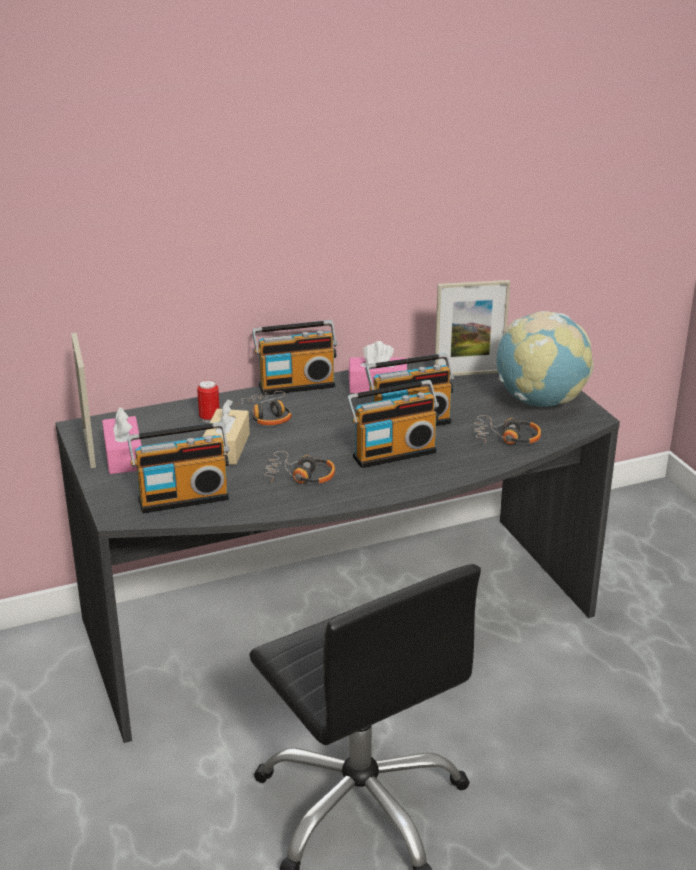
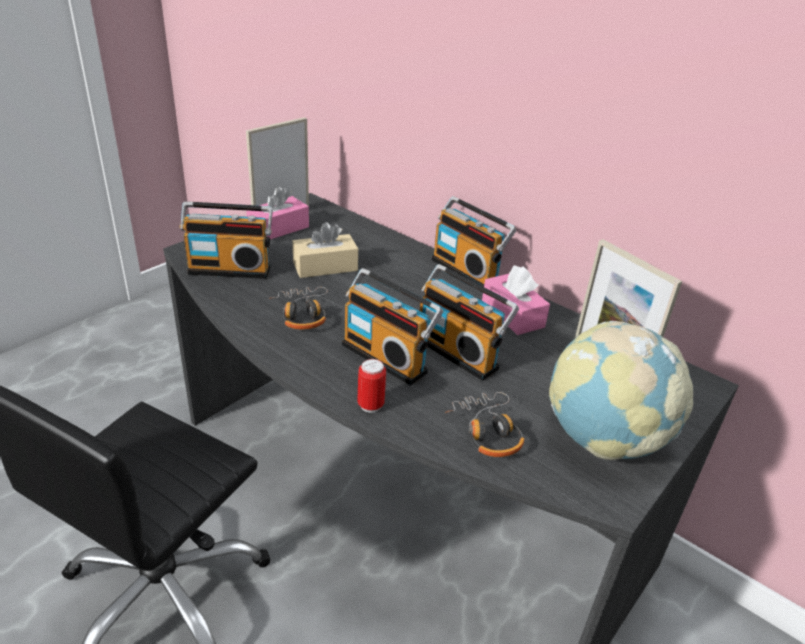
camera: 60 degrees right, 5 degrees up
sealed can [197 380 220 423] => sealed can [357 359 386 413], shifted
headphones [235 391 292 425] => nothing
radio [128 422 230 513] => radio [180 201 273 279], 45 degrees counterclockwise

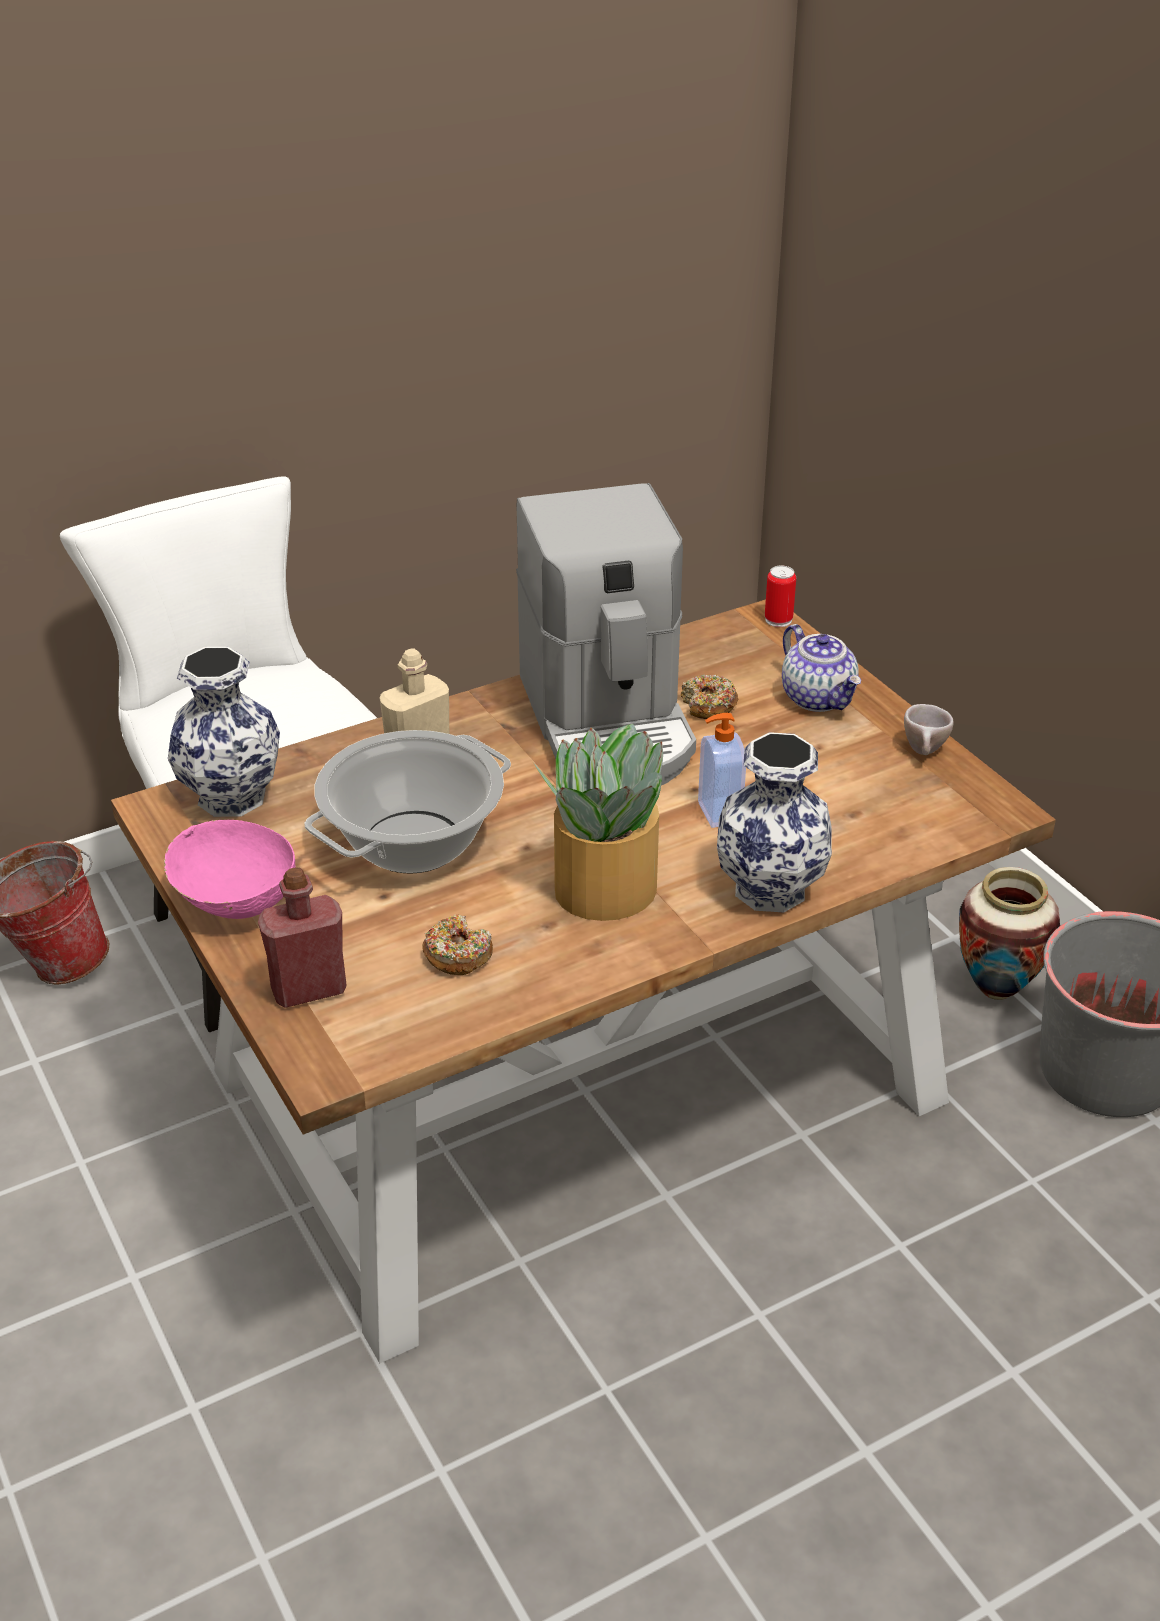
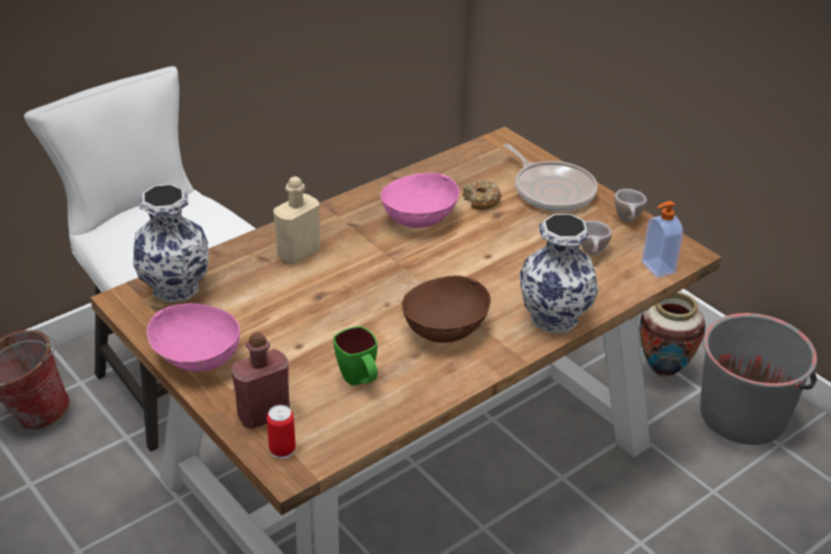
camera: 10 degrees left, 0 degrees up
coffee brewer [516 483 696 785] => pinkish bowl [380 172 460 228]
sealed can [765 566 796 627] => sealed can [267 405 296 459], shifted
teapot [782 624 861 712] => skillet [503 144 598 211]
soap dispenser [698 713 746 828] => soap dispenser [642 201 683 278], shifted
houseplant [533 724 663 921] => brownish bowl [401 275 491 343]
stockpot [304 730 511 874] => nothing
doughnut [422 915 493 975] => green coffee mug [333 326 378 386]
nothing => beige drinking cup [581 220 612 256]

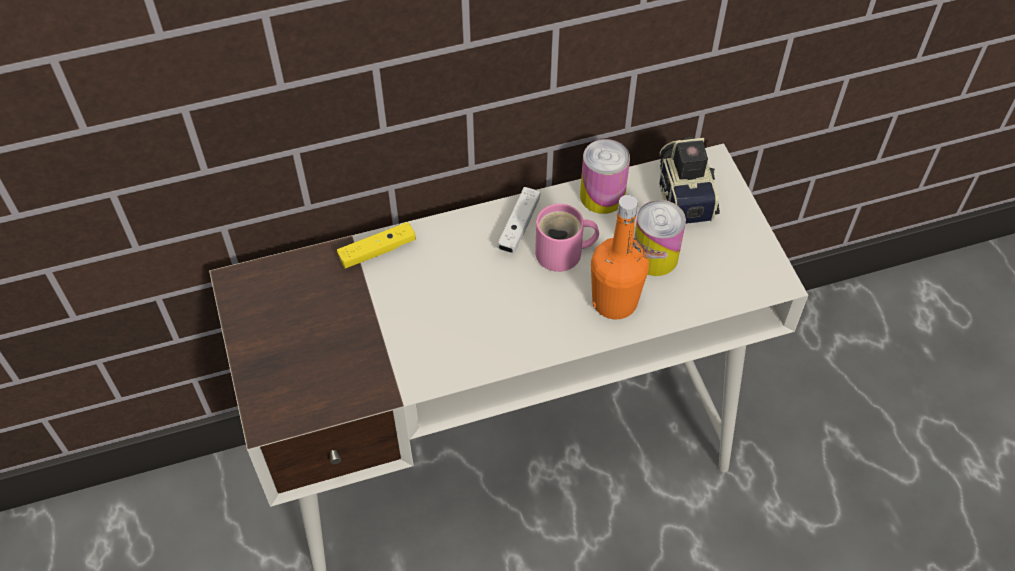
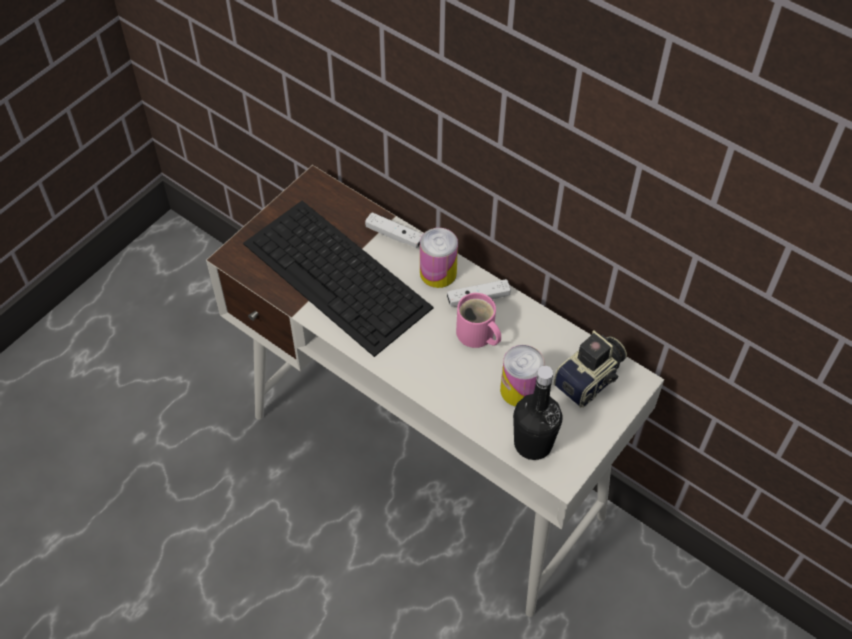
camera: 55 degrees right, 0 degrees up
sealed can [580 139 630 214] => sealed can [420 228 458 288], shifted
orange bottle [591 195 649 319] => nothing
yellow-coloured gamepad [337 222 416 268] => whitish gamepad [365 212 423 248]
nothing => PC keyboard [243 201 433 357]
nothing => black bottle [513 366 563 460]

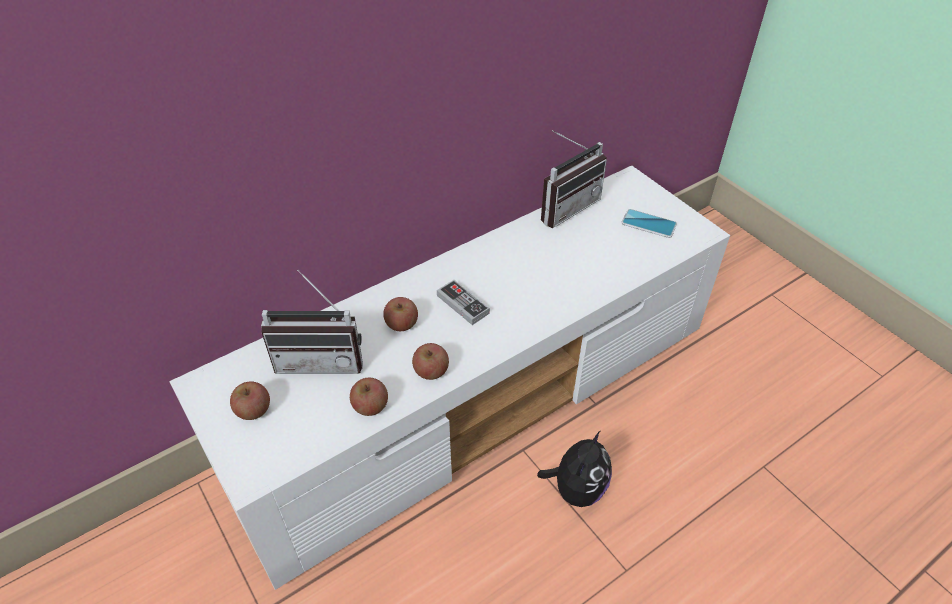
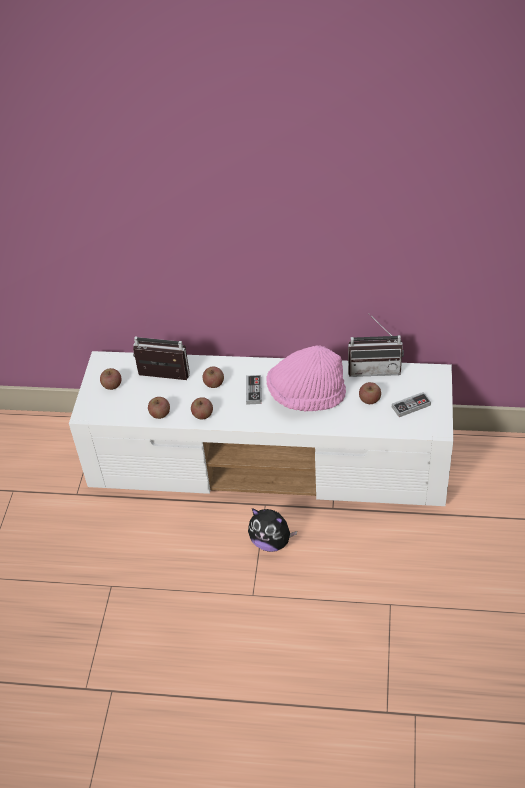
camera: 45 degrees right, 0 degrees up
handset [621 209 677 238] => gamepad [392 392 431 417]
radio [261 270 363 374] => radio [133 337 189 380], 150 degrees clockwise
plush toy [537 431 612 507] => plush toy [248 508 297 552], 45 degrees clockwise
nothing => pinkish wearable hat [266 345 346 411]
nothing => apple [359 382 381 404]

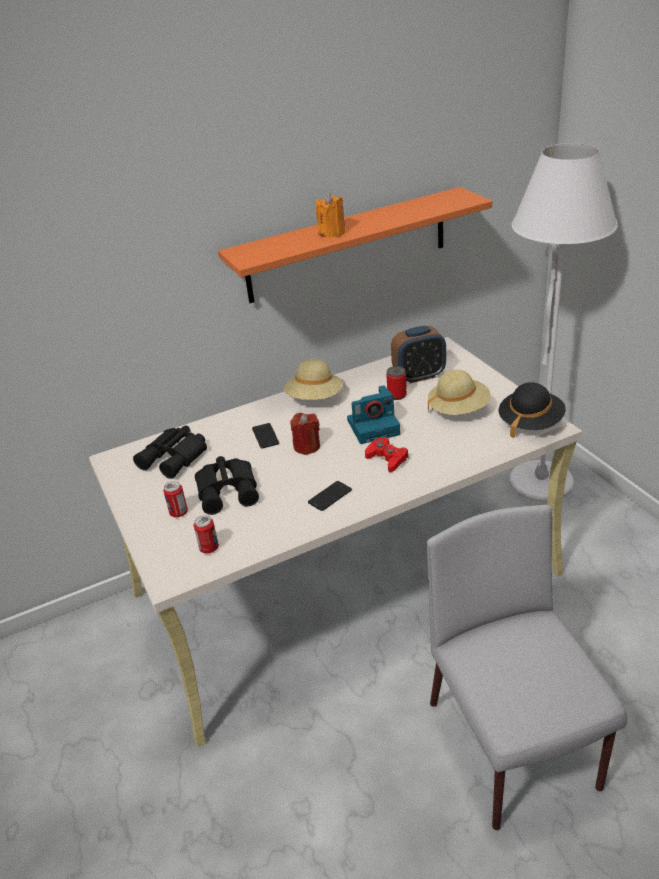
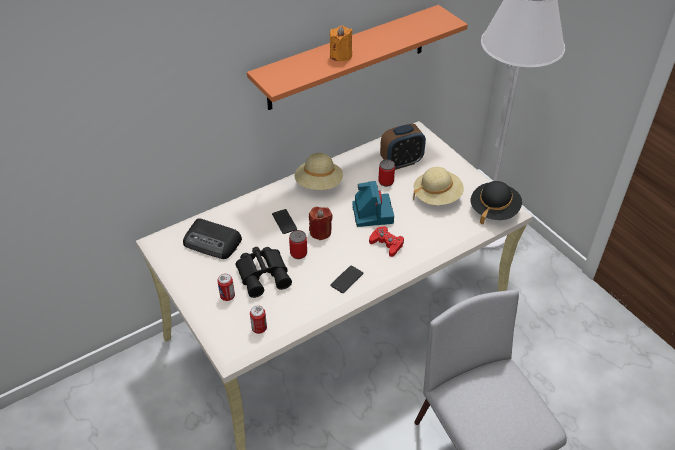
camera: 10 degrees left, 10 degrees up
still camera [347 385 400 444] => still camera [352 181 394 227], 75 degrees counterclockwise
black binoculars [133 425 207 479] => radio [183 219 242 259]
nothing => sealed can [289 230 307 259]

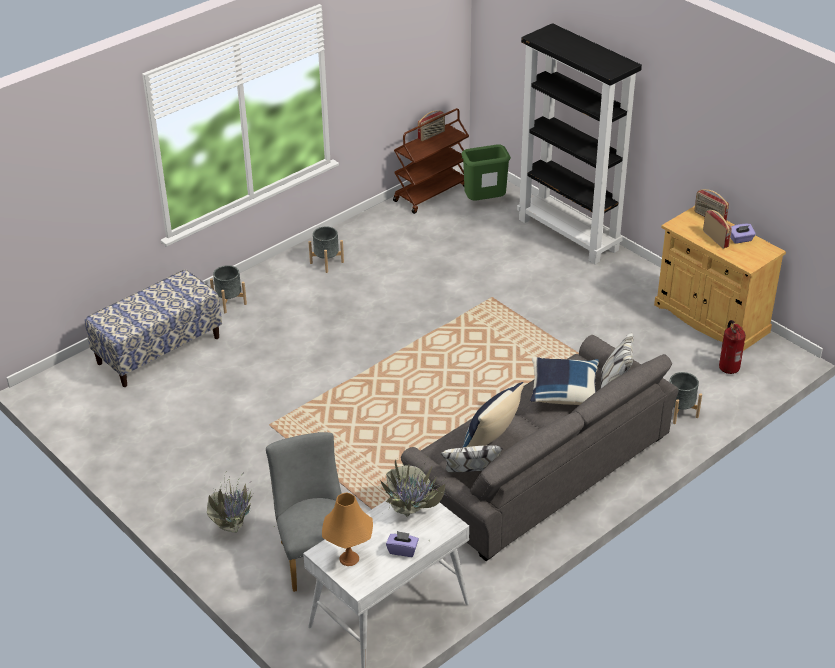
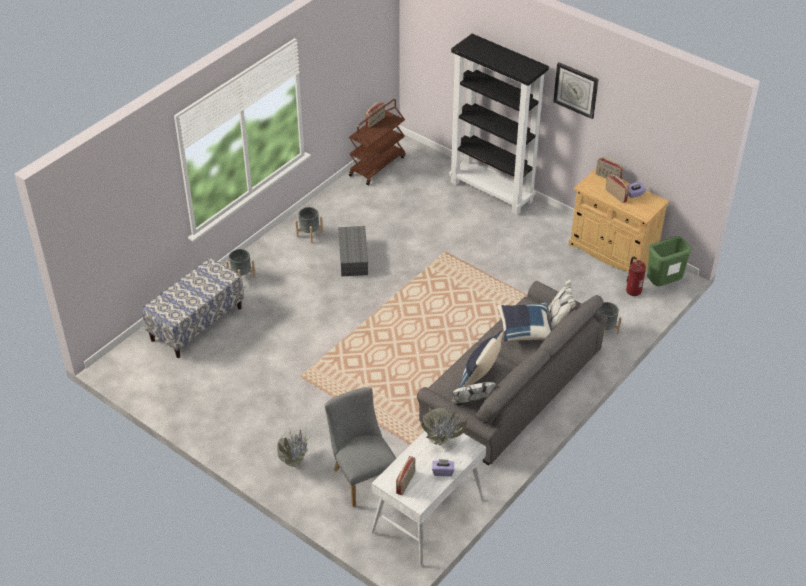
camera: 10 degrees left, 5 degrees up
green rubbish bin [462 144 511 201] => green rubbish bin [647 236 692 286], shifted
orange lamp for a table [322 492 373 566] => radio [396 456 415 495]
nothing => hanging clock [553 62 599 119]
nothing => gray storage box [338 226 368 277]

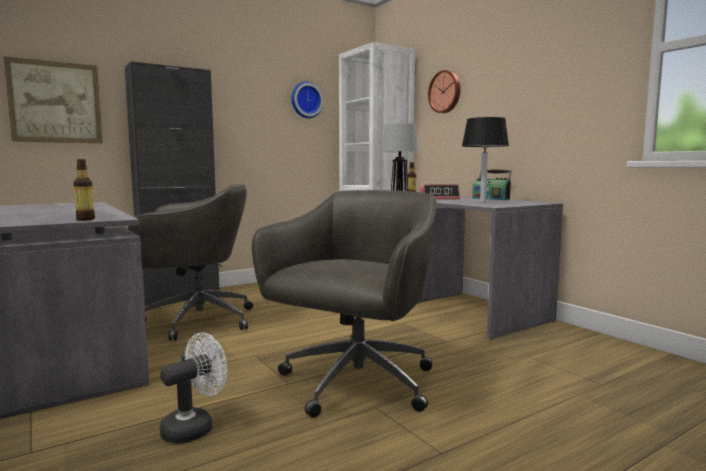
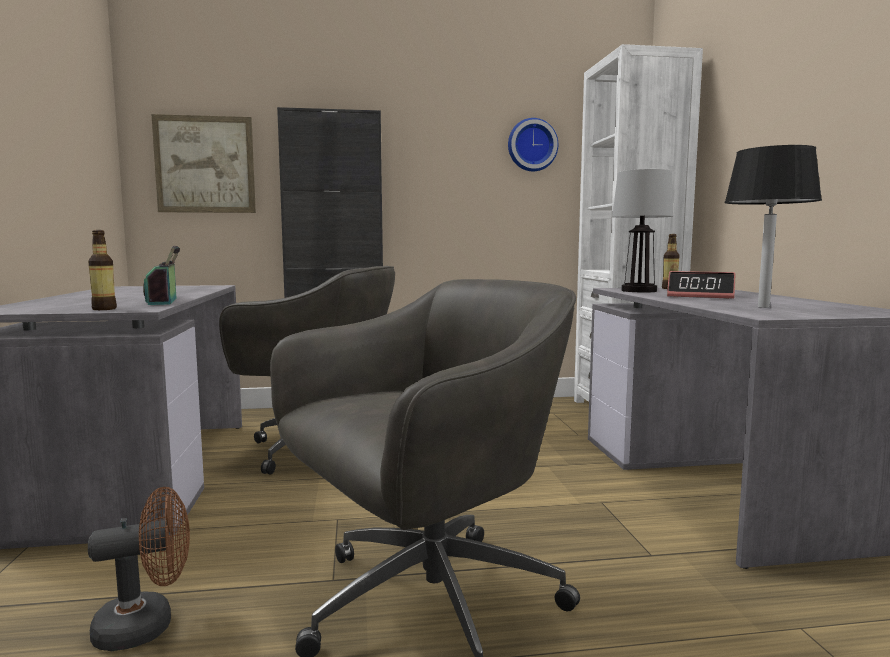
camera: 25 degrees right, 0 degrees up
hanging clock [428 70 461 113] => nothing
radio [473 169 512 200] => radio [143 246 180 305], shifted
whitish electric fan [160 333 227 444] => brownish electric fan [88 487 190 651]

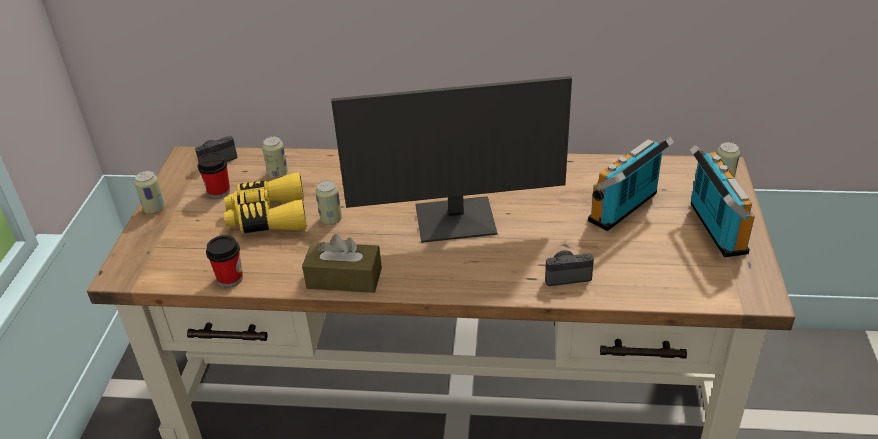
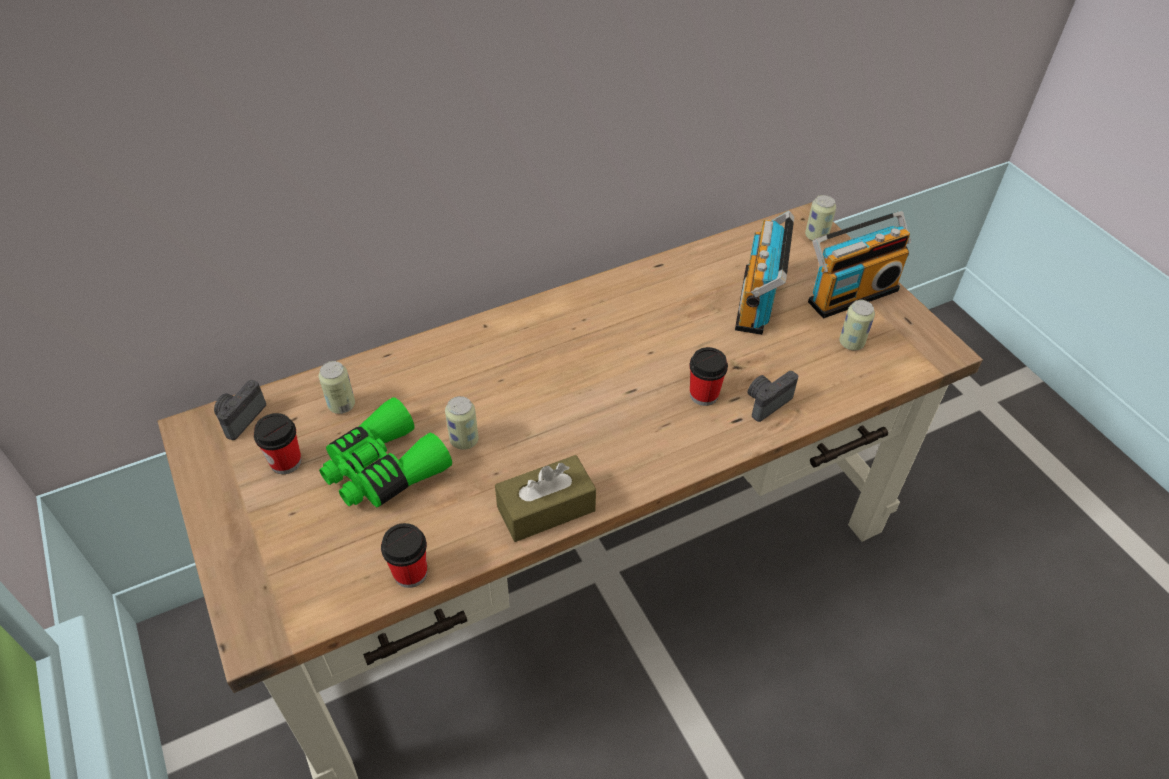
camera: 35 degrees left, 10 degrees up
computer screen [331 76 572 243] => nothing
radio [690 145 755 257] => radio [808 211 911 318], 105 degrees clockwise
sealed can [134 171 165 214] => sealed can [839 300 875 351], shifted
yellow-coloured binoculars [224 172 307 234] => green binoculars [319 397 452 507]
nothing => drinking cup [689 347 728 406]

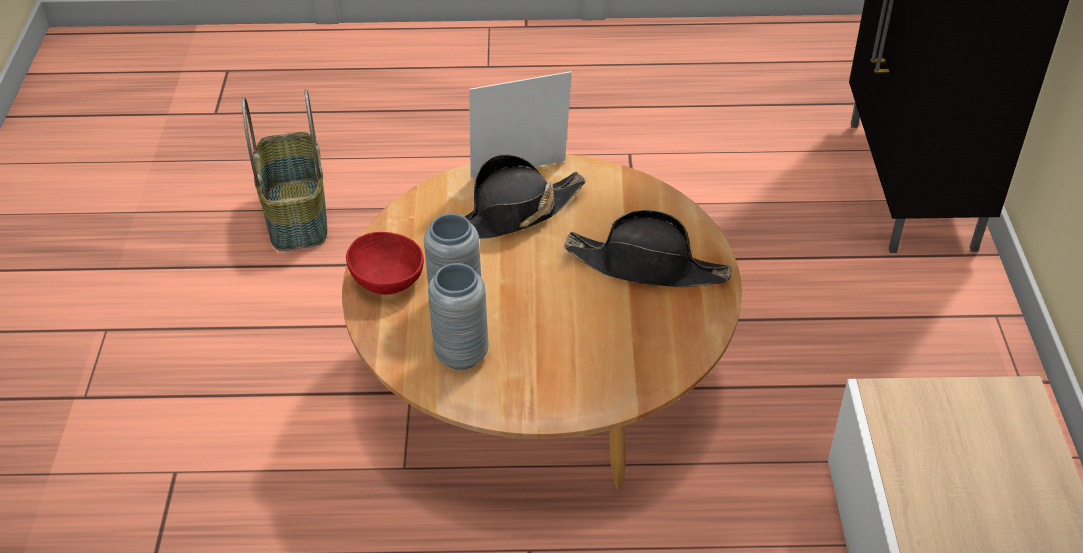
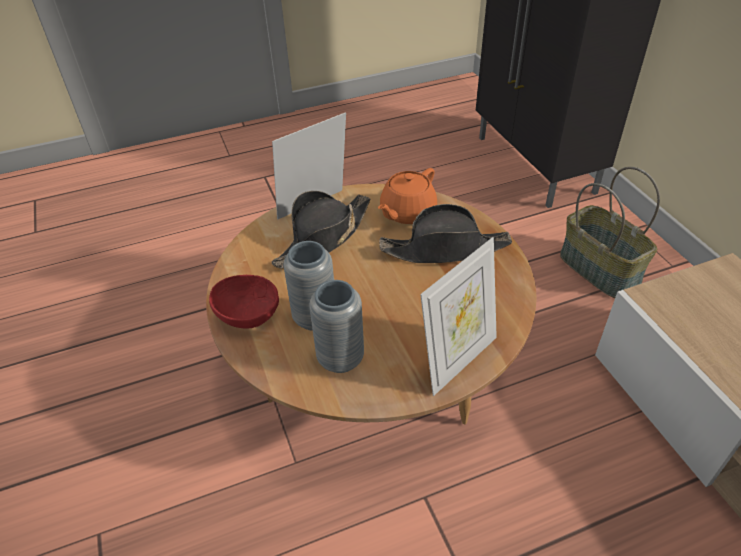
camera: 20 degrees left, 0 degrees up
storage basket [242 89 327 251] => storage basket [560 167 660 298], shifted
nothing => orange teapot [378 168 437 224]
nothing => picture frame [420 237 497 396]

